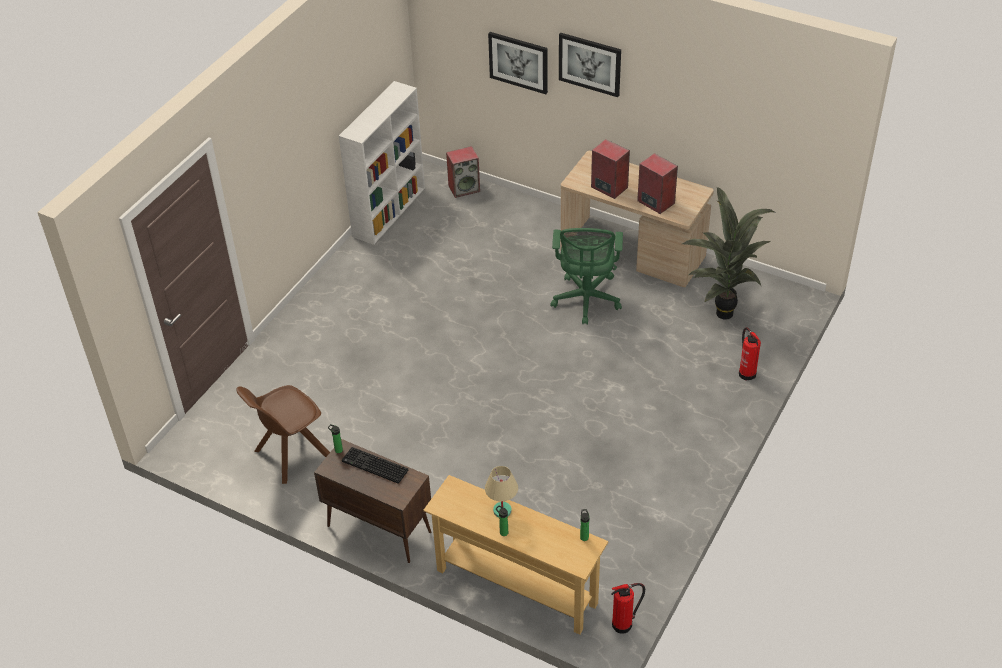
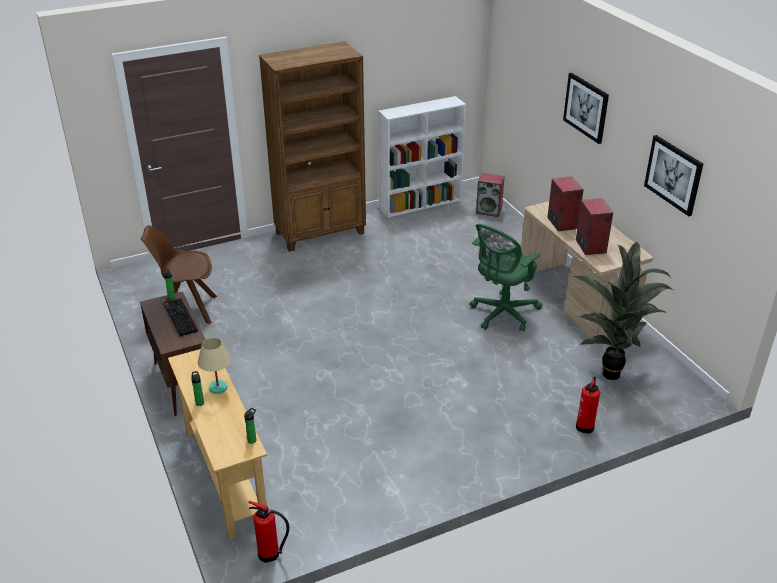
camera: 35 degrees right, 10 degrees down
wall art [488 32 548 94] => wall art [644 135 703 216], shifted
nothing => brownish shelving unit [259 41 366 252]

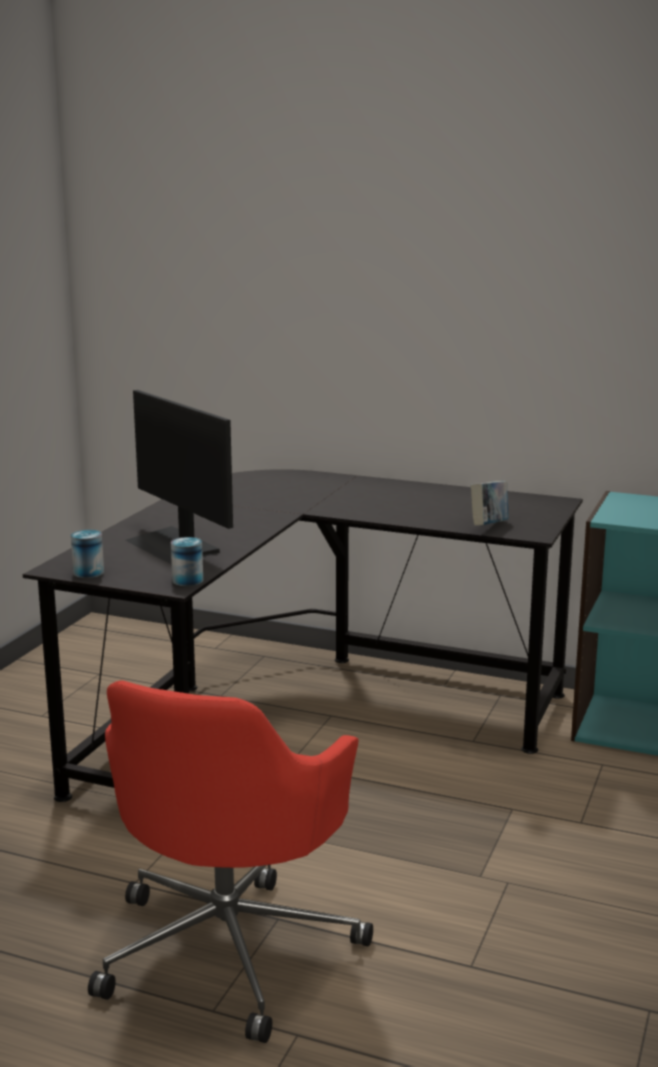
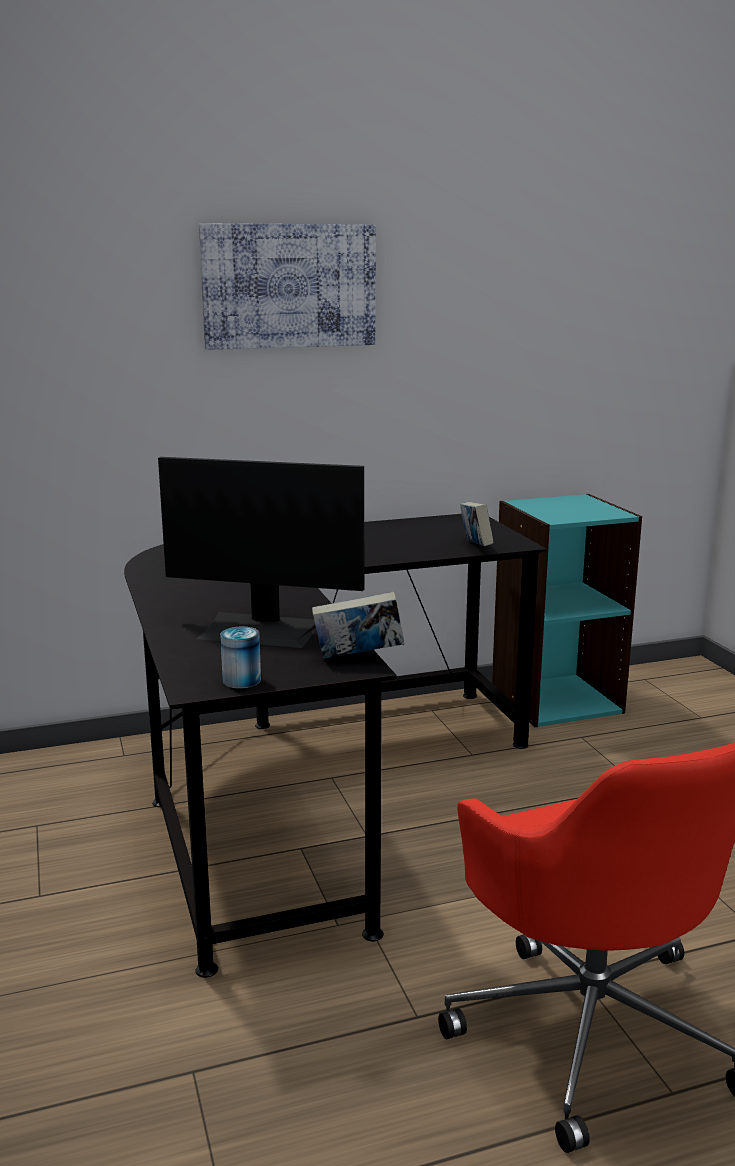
camera: 40 degrees left, 0 degrees up
sealed can [171 537 203 586] => book [312 592 405 659]
nothing => wall art [199 223 376 350]

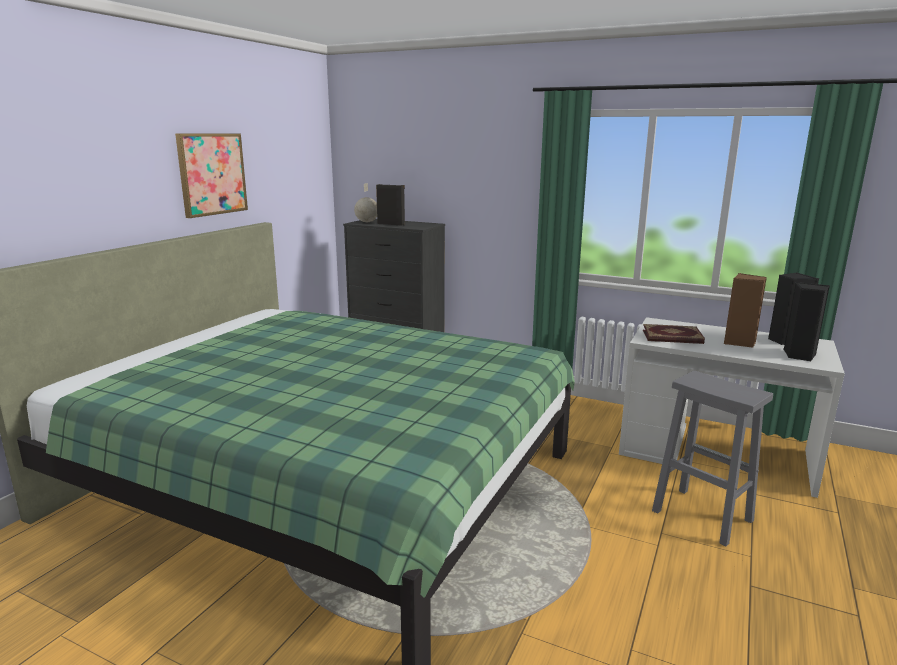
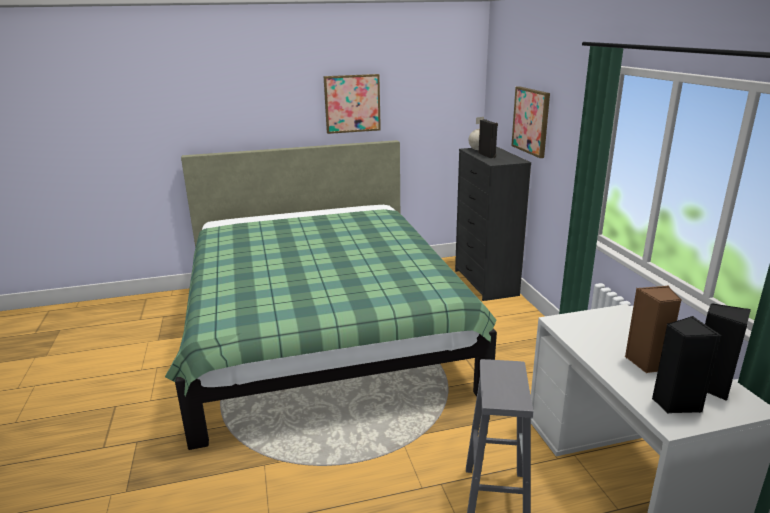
camera: 50 degrees right, 5 degrees up
book [643 324 705 344] => nothing
nothing => wall art [511 86 550 158]

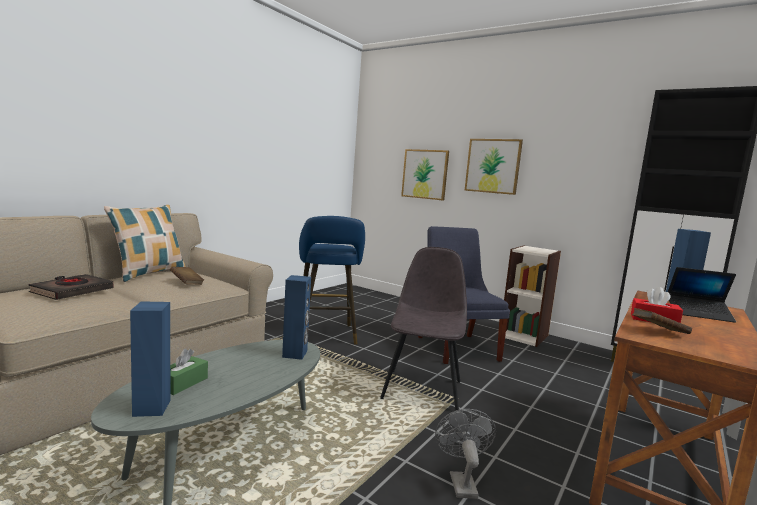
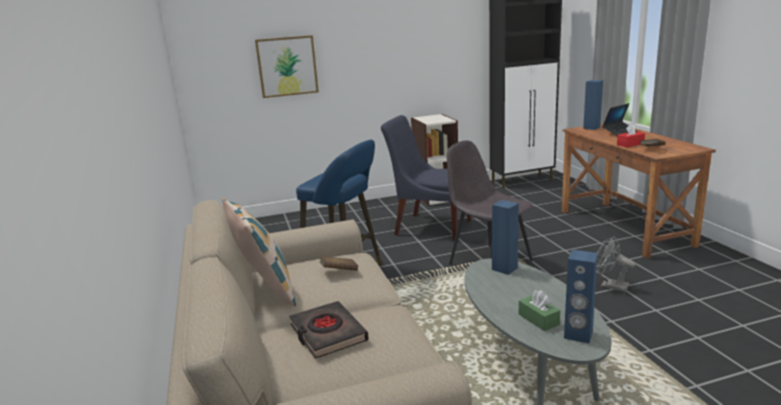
camera: 50 degrees left, 10 degrees up
wall art [464 139 523 195] => nothing

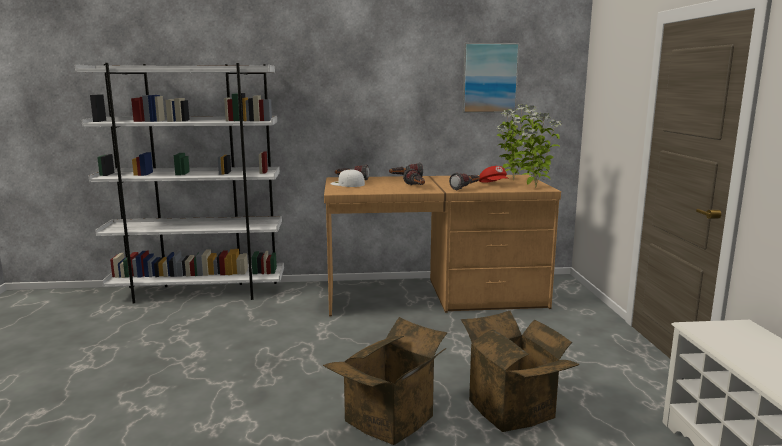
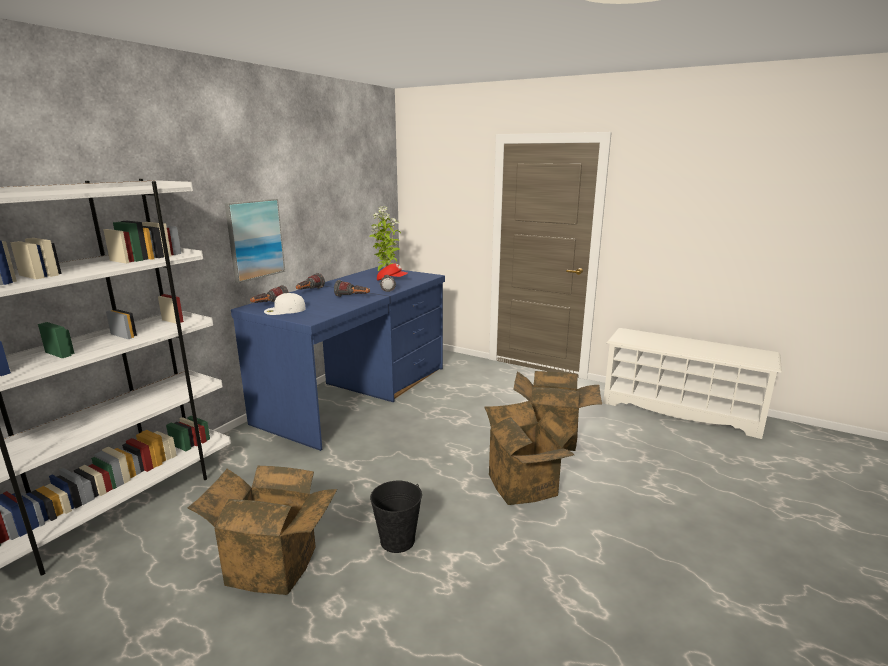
camera: 55 degrees left, 5 degrees up
wall art [462 43 519 113] => wall art [225 199 285 283], shifted
houseplant [519 105 562 188] => nothing
brownish desk table [324 175 561 317] => bluish desk table [231 267 445 451]
nothing => carton [188 466 337 595]
nothing => black water bucket [370 481 422 553]

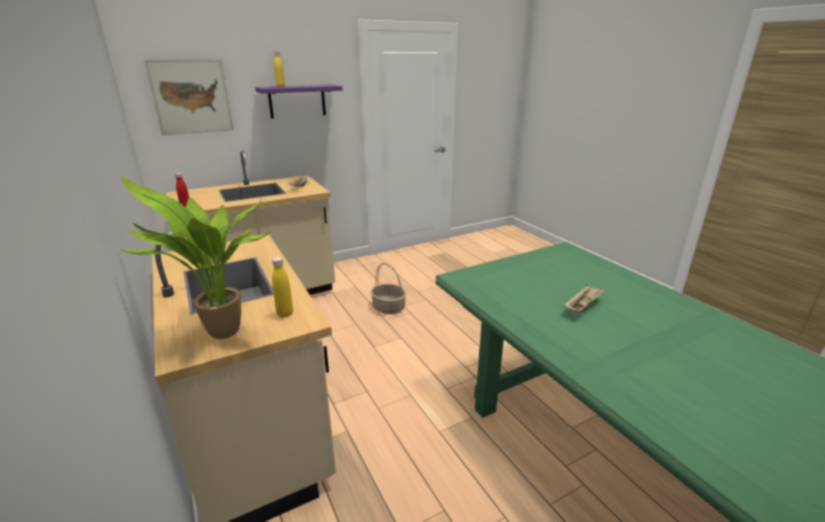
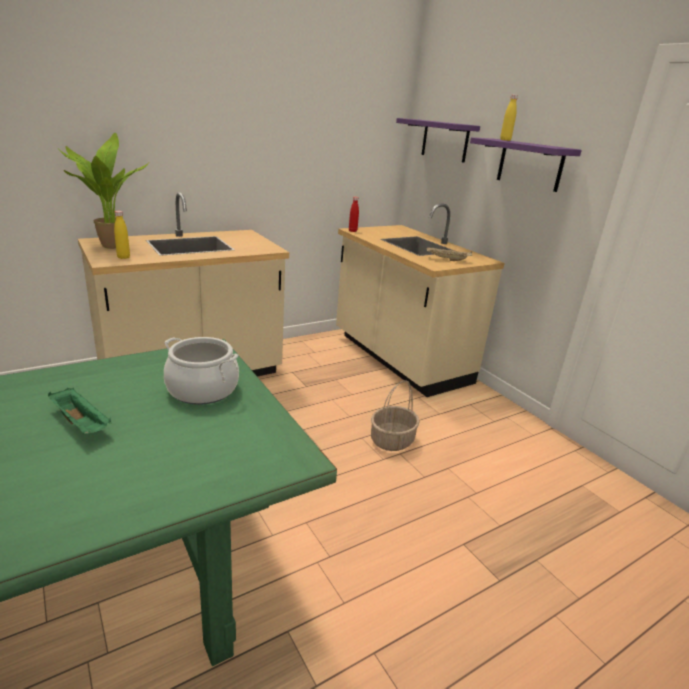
camera: 85 degrees right, 0 degrees up
wall art [144 59 234 135] => purple bracket shelf [396 118 480 163]
beige carrying tray [563 284 606 313] => green carrying tray [48 388 111 434]
nothing => stockpot [164 337 239 405]

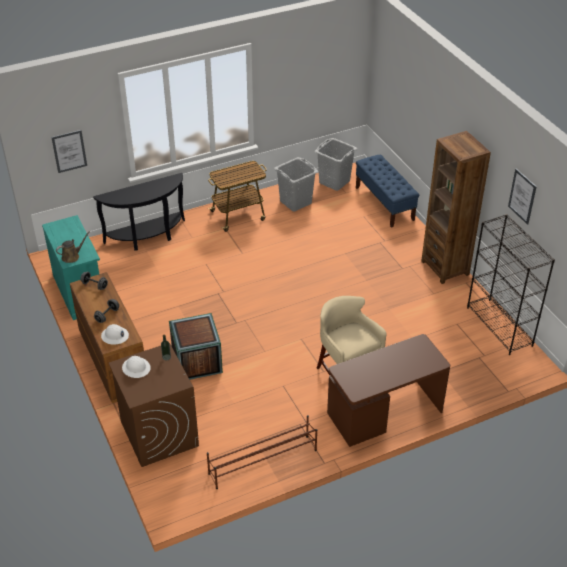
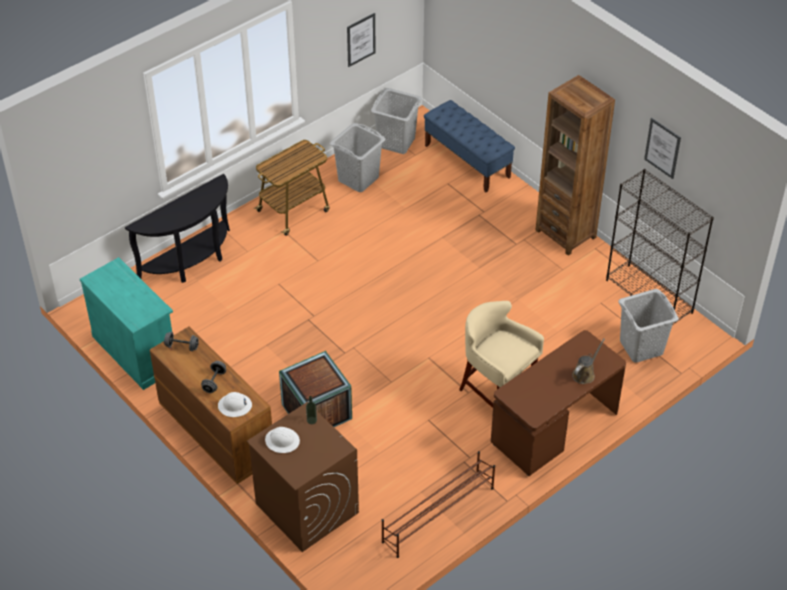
camera: 15 degrees left, 5 degrees up
wall art [51 130 87 173] => wall art [347 13 376 67], shifted
brownish watering can [56 231 90 263] => brownish watering can [572 338 605 384], shifted
nothing => gray laundry basket [618 289 679 363]

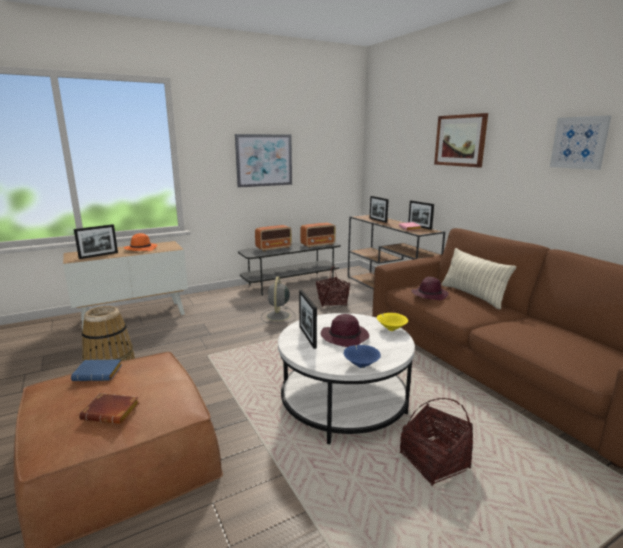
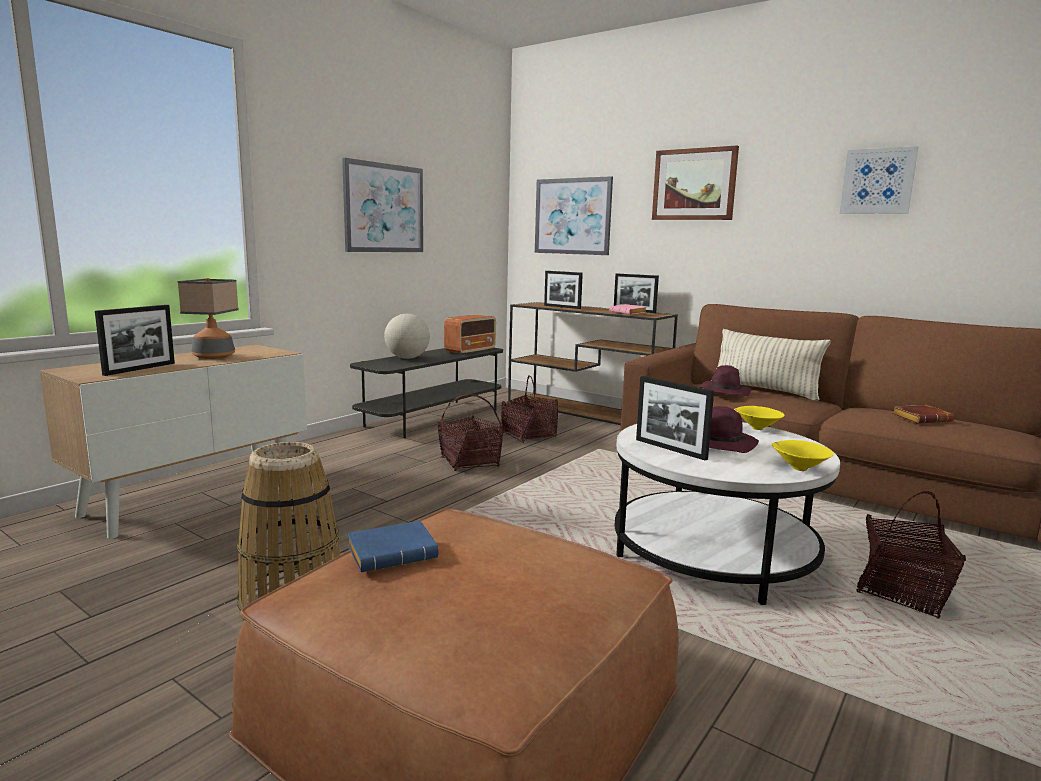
camera: 25 degrees left, 5 degrees down
radio [255 225 292 251] => world globe [384 314 430 359]
orange wearable hat [124 233 158 251] => lamp for a table [178 278 239 359]
gray electric fan [261 276 296 324] => storage basket [438 394 503 471]
bluish bowl [344 345 381 368] => yellow-coloured bowl [772 440 834 471]
brownish book [79 393 139 424] => brownish book [892 405 954 423], shifted
nothing => wall art [535 176 613 255]

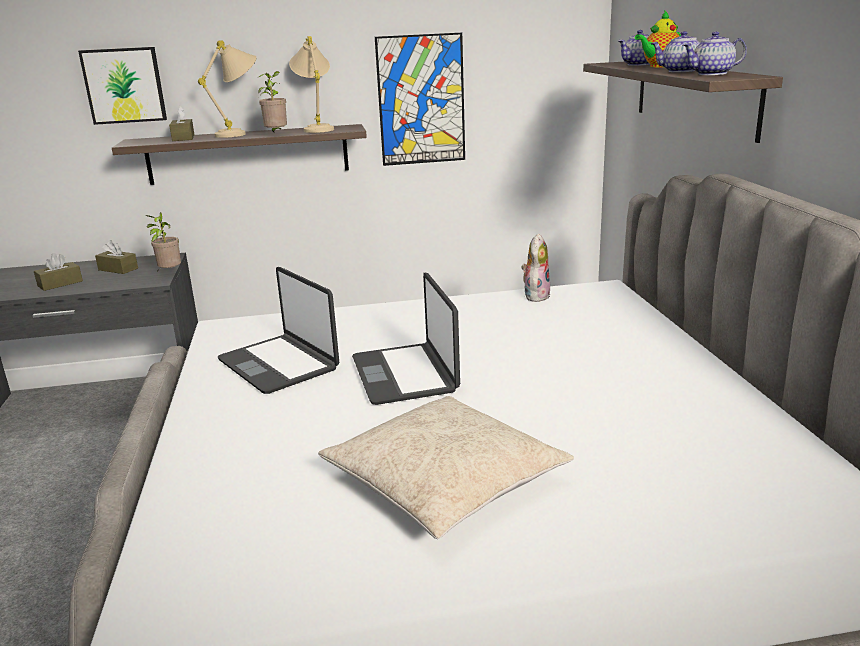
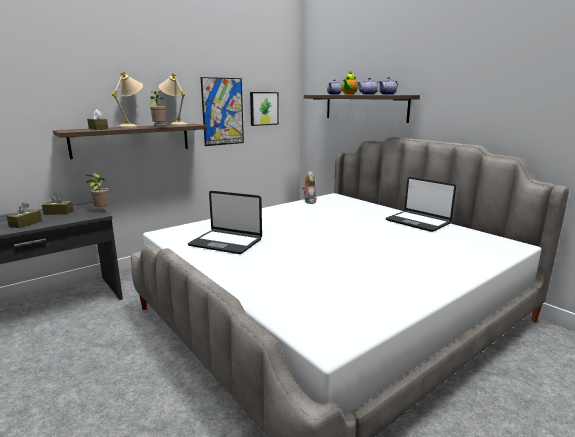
camera: 30 degrees left, 5 degrees down
wall art [78 47 167 125] => wall art [250 92 279 126], shifted
portable computer [352 272 460 405] => portable computer [386 177 456 232], shifted
beige throw pillow [318 396 574 539] => nothing

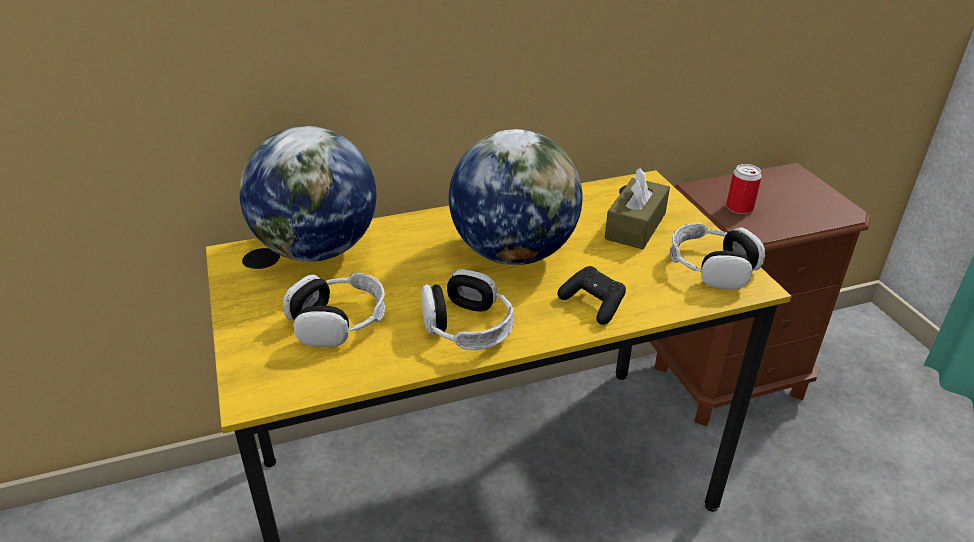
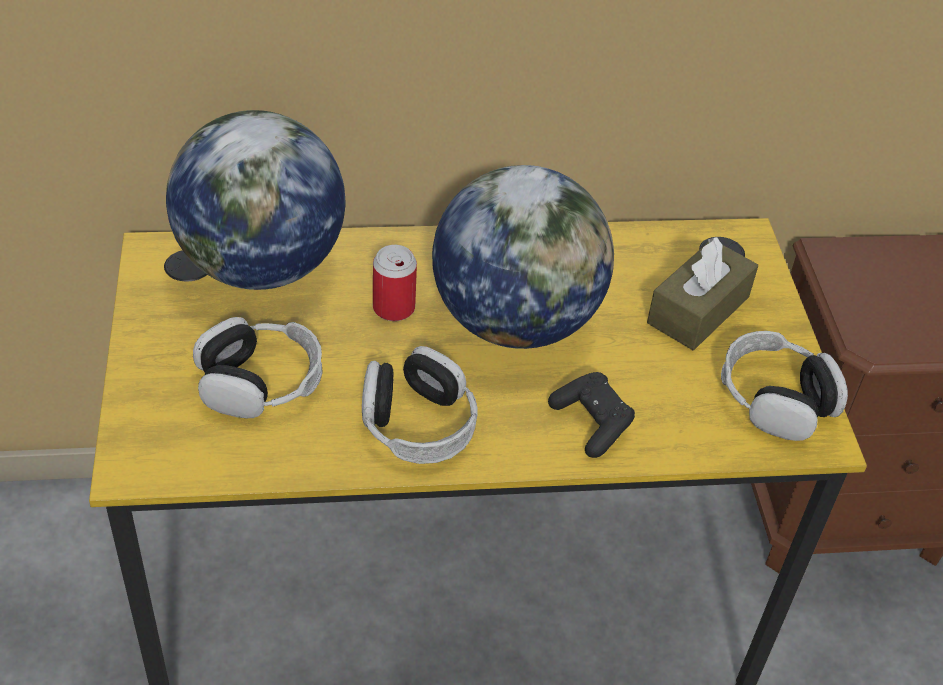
camera: 10 degrees right, 10 degrees up
sealed can [726 164 762 214] => sealed can [373 245 417 321], shifted

